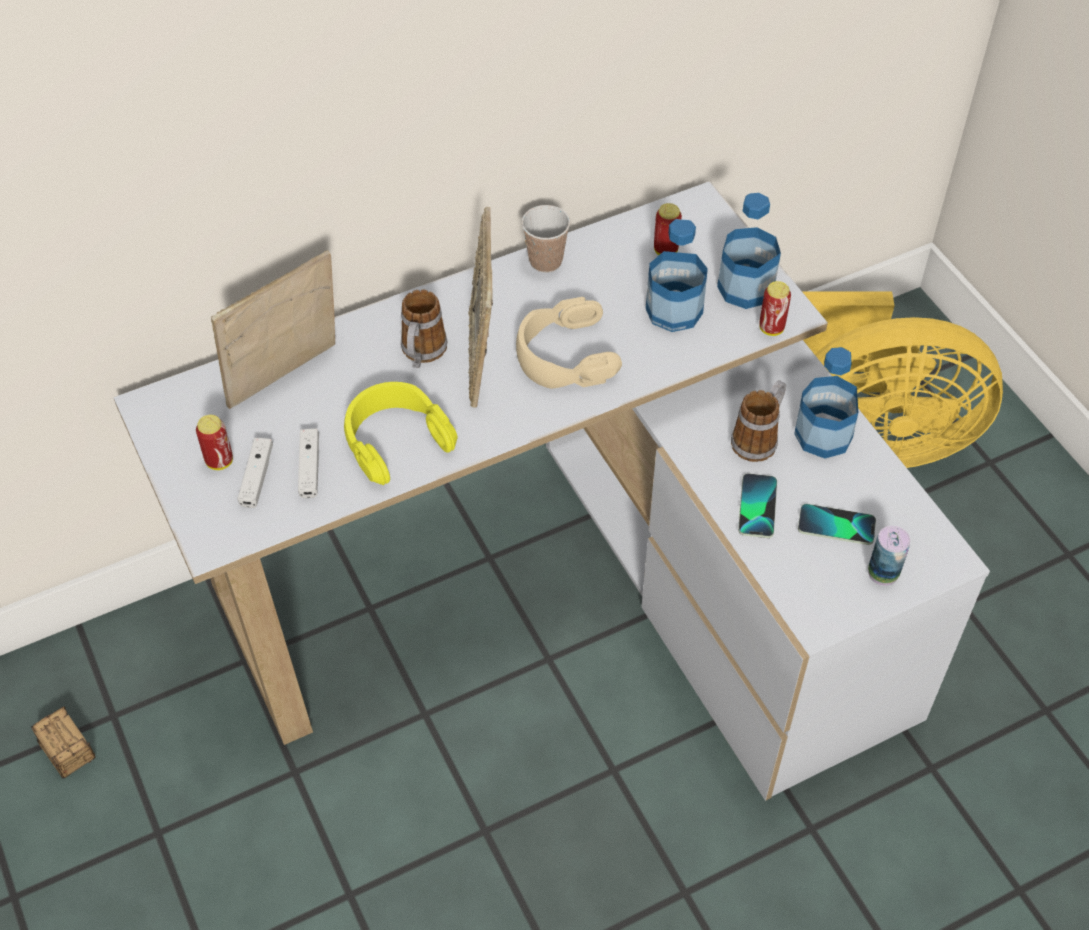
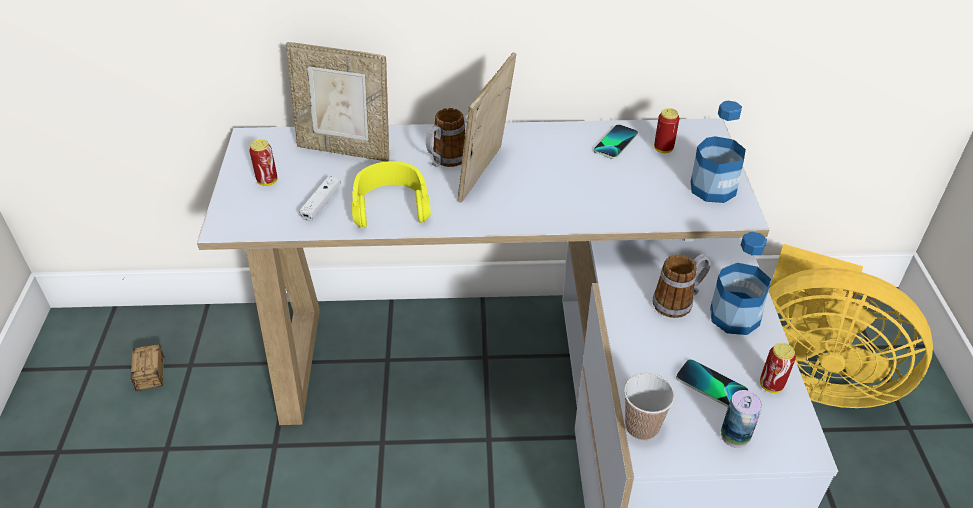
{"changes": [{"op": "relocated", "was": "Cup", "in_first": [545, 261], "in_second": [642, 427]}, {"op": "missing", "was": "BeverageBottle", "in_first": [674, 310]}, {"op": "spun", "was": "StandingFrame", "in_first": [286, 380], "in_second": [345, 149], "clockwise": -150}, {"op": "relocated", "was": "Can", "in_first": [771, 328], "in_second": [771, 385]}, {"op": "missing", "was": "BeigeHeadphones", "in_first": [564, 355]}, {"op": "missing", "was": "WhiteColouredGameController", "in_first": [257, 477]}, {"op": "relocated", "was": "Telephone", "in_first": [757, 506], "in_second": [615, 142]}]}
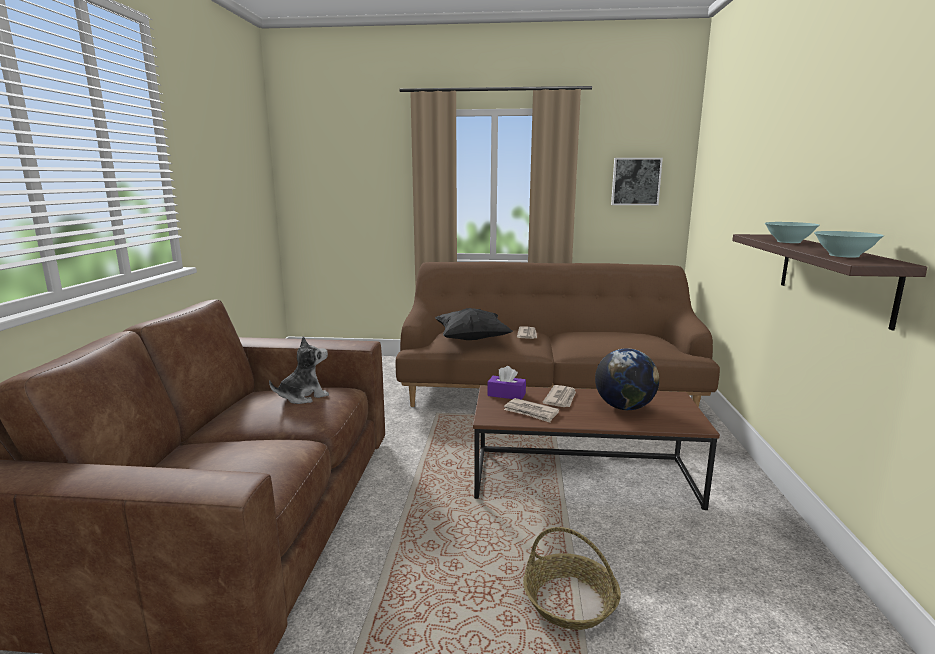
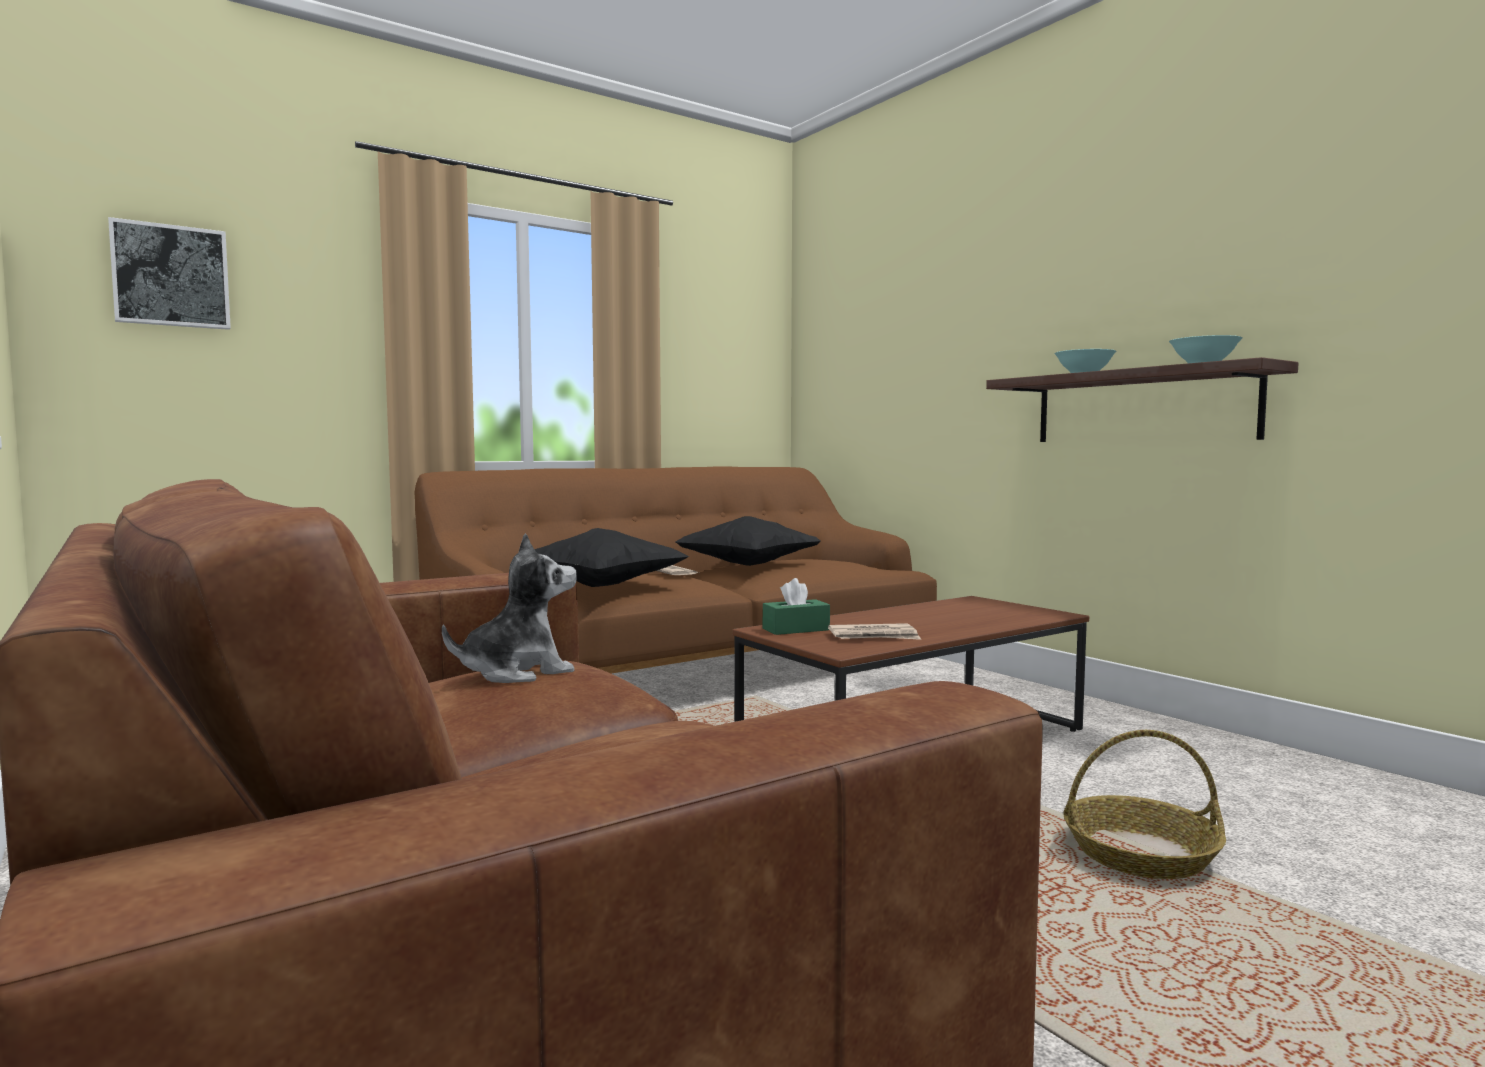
{"changes": [{"op": "relocated", "was": "Picture", "in_first": [635, 181], "in_second": [171, 276]}, {"op": "spun", "was": "SoftToy", "in_first": [303, 396], "in_second": [517, 672], "clockwise": 45}, {"op": "missing", "was": "DeskGlobe", "in_first": [624, 407]}, {"op": "colour", "was": "PurpleColouredTissueBox", "now": "GreenColouredTissueBox", "in_first": [506, 394], "in_second": [796, 629]}, {"op": "missing", "was": "Newspaper", "in_first": [561, 398]}, {"op": "appeared", "now": "BlackishCushion", "in_second": [748, 566]}]}
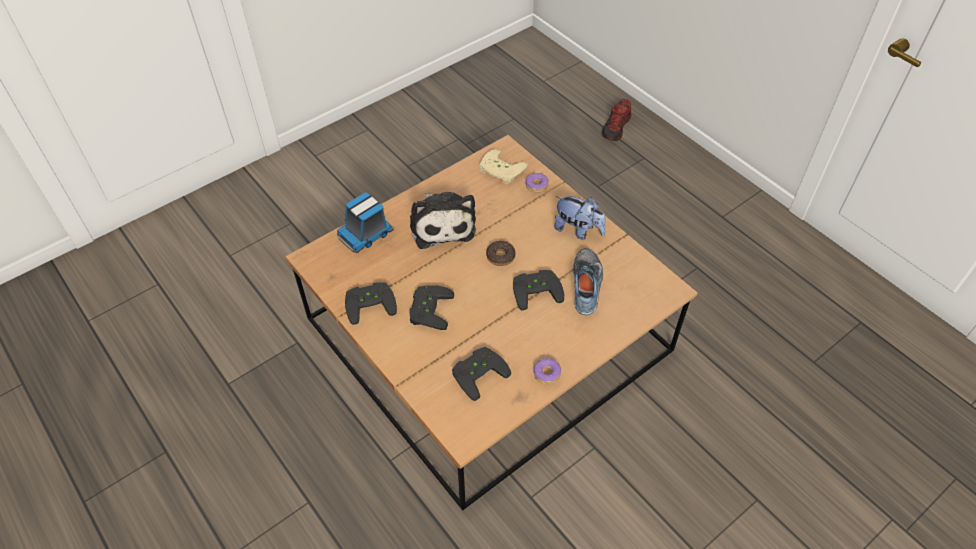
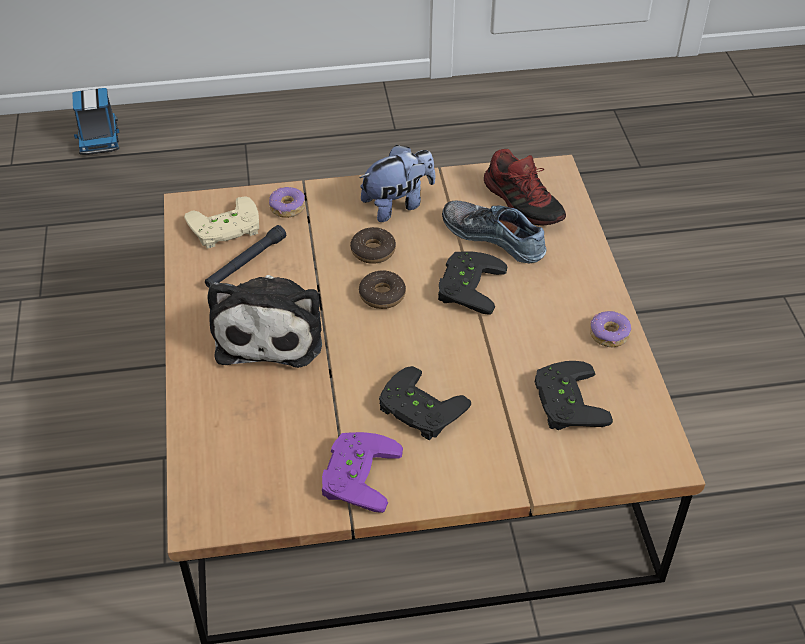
{"changes": [{"op": "relocated", "was": "ItemOfFootwear", "in_first": [616, 127], "in_second": [523, 202]}, {"op": "relocated", "was": "ModelTruck", "in_first": [366, 233], "in_second": [99, 138]}, {"op": "spun", "was": "SoftToy", "in_first": [441, 224], "in_second": [270, 331], "clockwise": 75}, {"op": "colour", "was": "BlackishGameController", "now": "PurpleColouredGameController", "in_first": [370, 302], "in_second": [355, 474]}, {"op": "appeared", "now": "BlackishTorch", "in_second": [246, 263]}, {"op": "appeared", "now": "Donut", "in_second": [373, 251]}]}
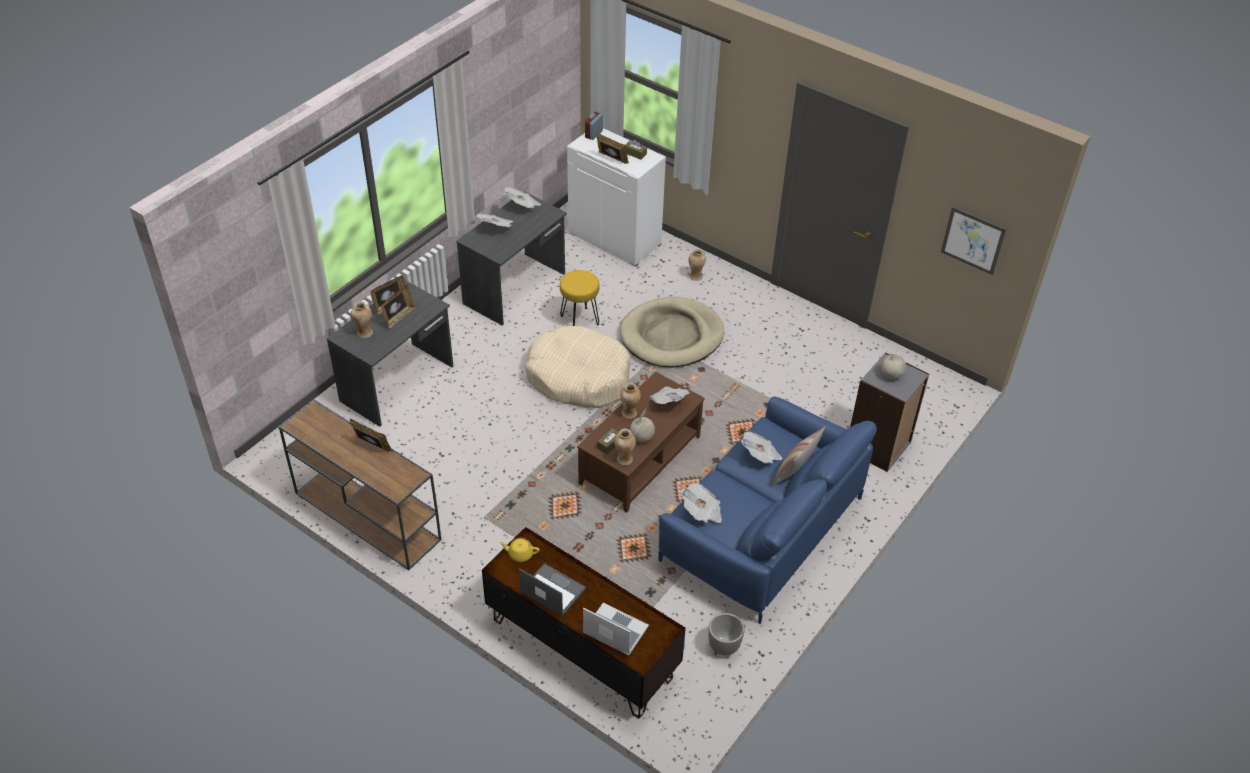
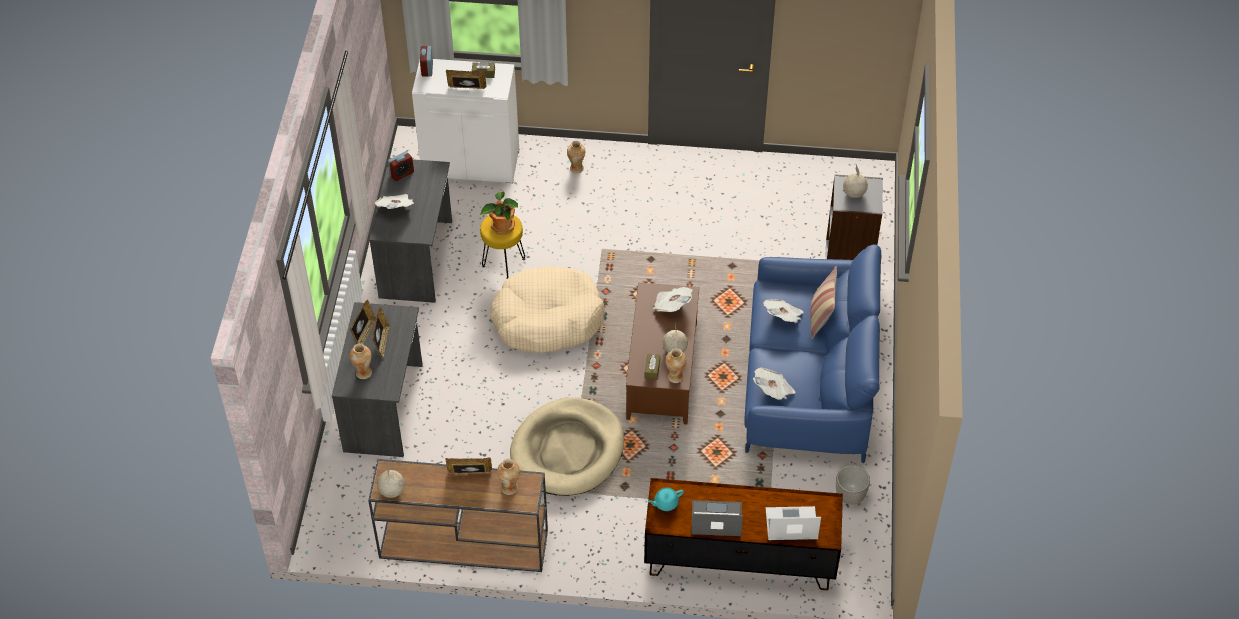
{"changes": [{"op": "exchanged", "was": "Newspaper", "now": "AlarmClock", "in_first": [522, 206], "in_second": [401, 174]}, {"op": "missing", "was": "Picture", "in_first": [973, 240]}, {"op": "relocated", "was": "BeigeDogBed", "in_first": [671, 336], "in_second": [568, 450]}, {"op": "relocated", "was": "DecorativeVase", "in_first": [629, 413], "in_second": [509, 488]}, {"op": "colour", "was": "YellowColouredPotForTea", "now": "TurquoiseColouredPotForTea", "in_first": [520, 554], "in_second": [665, 503]}, {"op": "appeared", "now": "PlantInAPot", "in_second": [502, 226]}, {"op": "appeared", "now": "DeskGlobe", "in_second": [391, 491]}]}
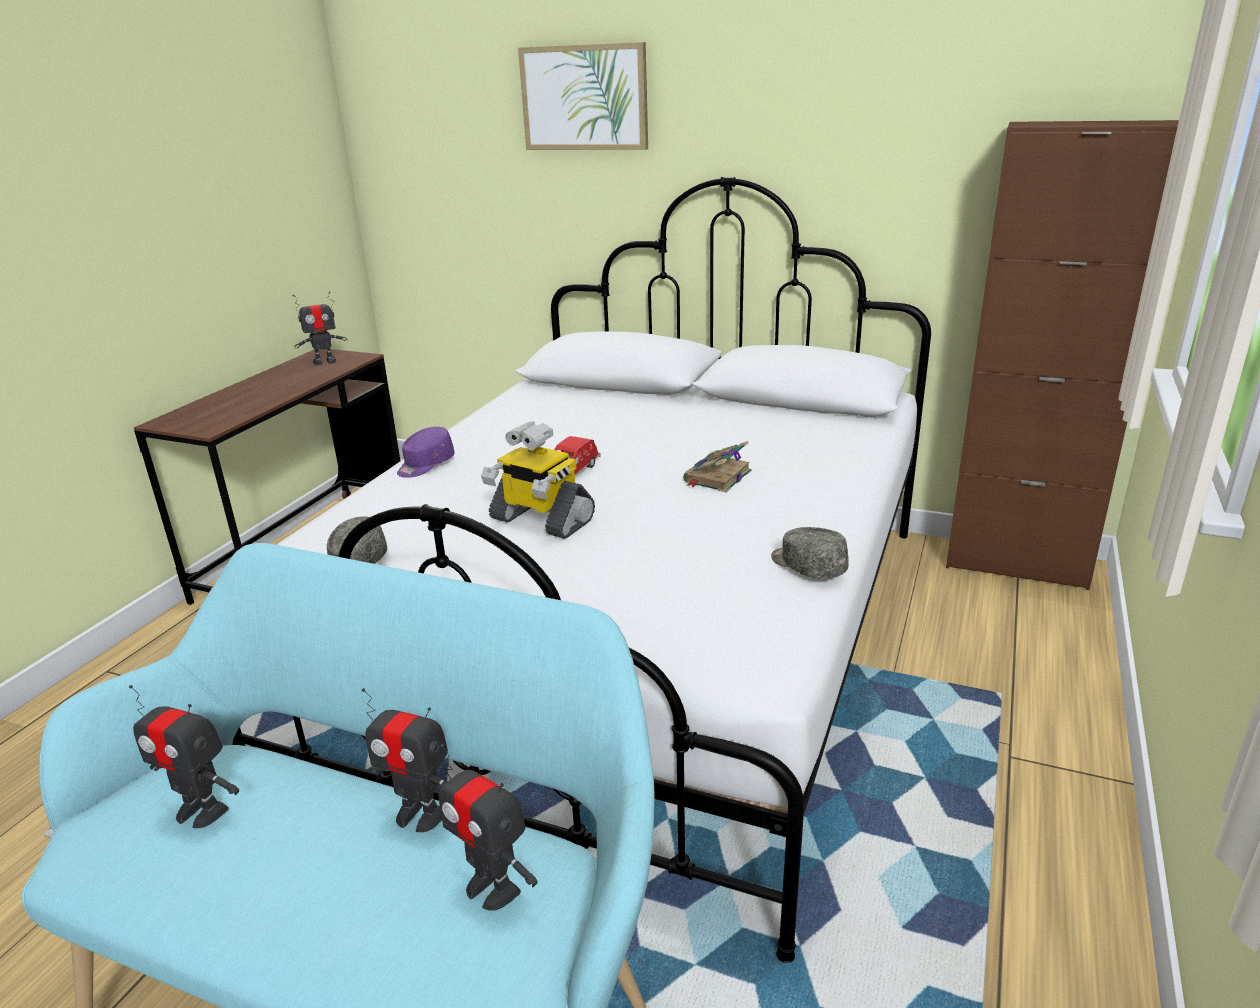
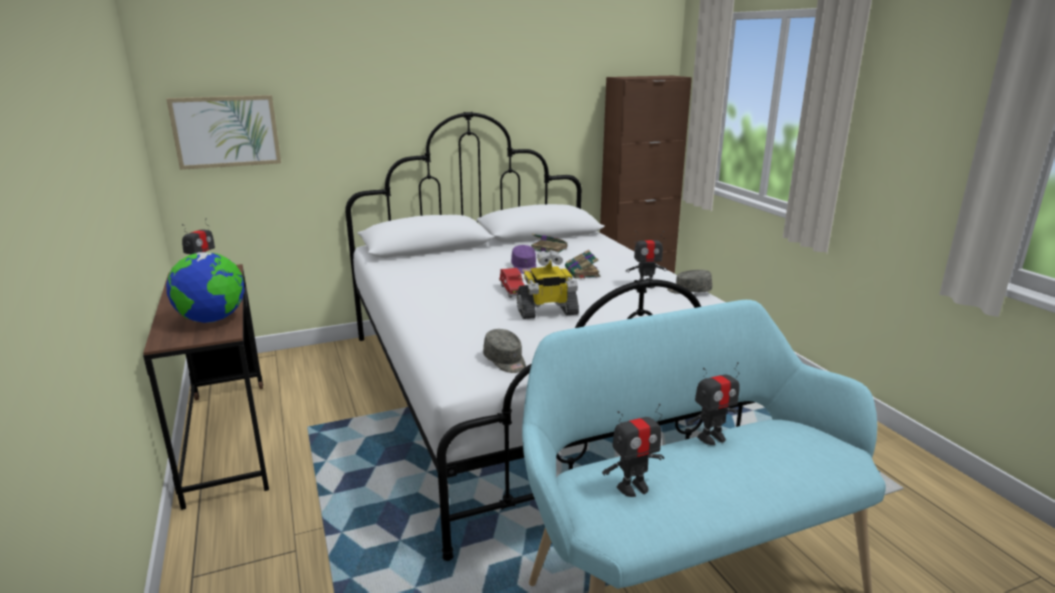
{"changes": [{"op": "relocated", "was": "Picture", "in_first": [584, 98], "in_second": [226, 131]}, {"op": "relocated", "was": "PurpleColouredPeakedCap", "in_first": [425, 465], "in_second": [524, 267]}, {"op": "relocated", "was": "ModelRobot", "in_first": [493, 888], "in_second": [645, 285]}, {"op": "appeared", "now": "Book", "in_second": [548, 248]}, {"op": "appeared", "now": "DeskGlobe", "in_second": [212, 320]}]}
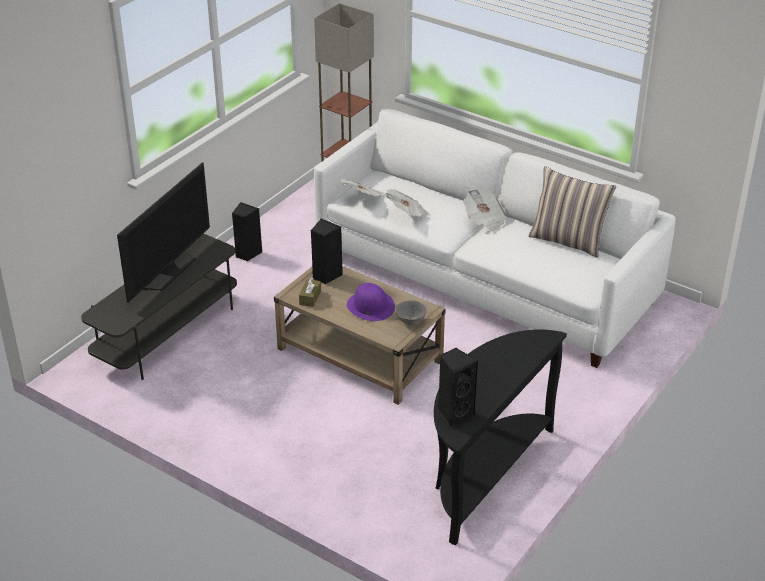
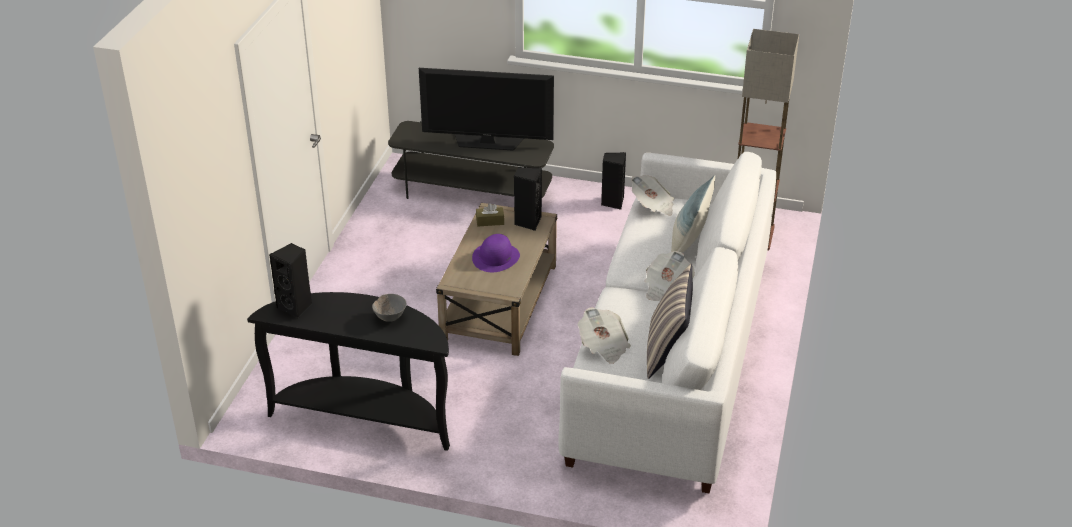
{"changes": [{"op": "relocated", "was": "Newspaper", "in_first": [407, 214], "in_second": [603, 346]}, {"op": "relocated", "was": "GreyishDeepDish", "in_first": [410, 321], "in_second": [390, 317]}, {"op": "appeared", "now": "Cushion", "in_second": [689, 242]}]}
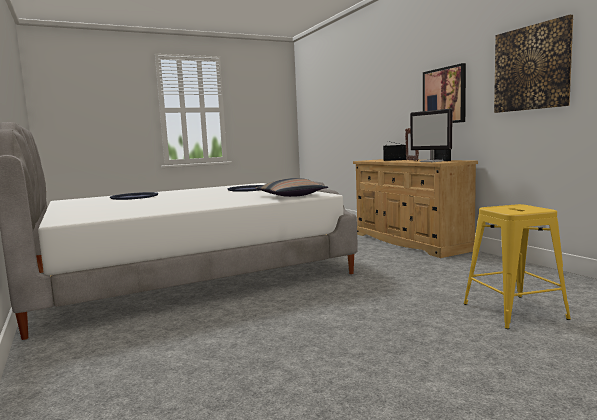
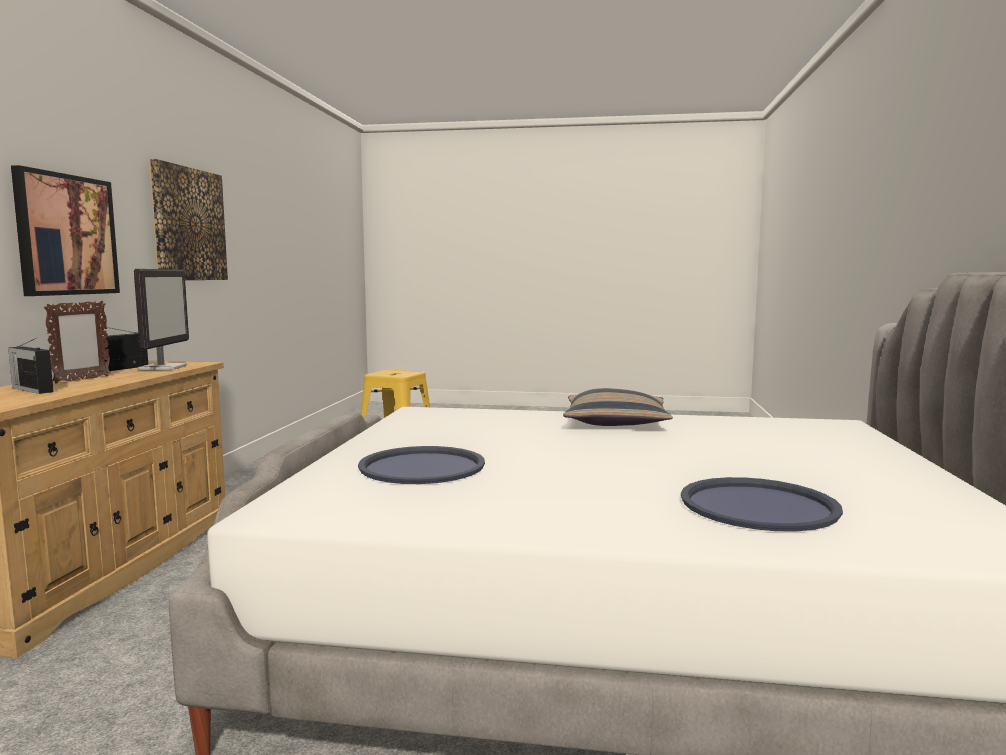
{"changes": [{"op": "relocated", "was": "Cushion", "in_first": [291, 196], "in_second": [615, 422]}]}
